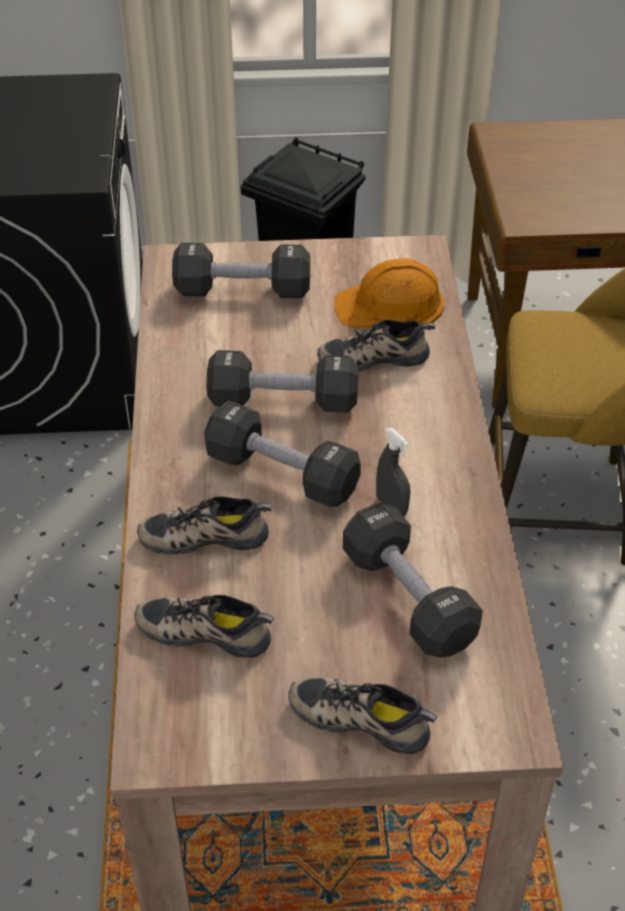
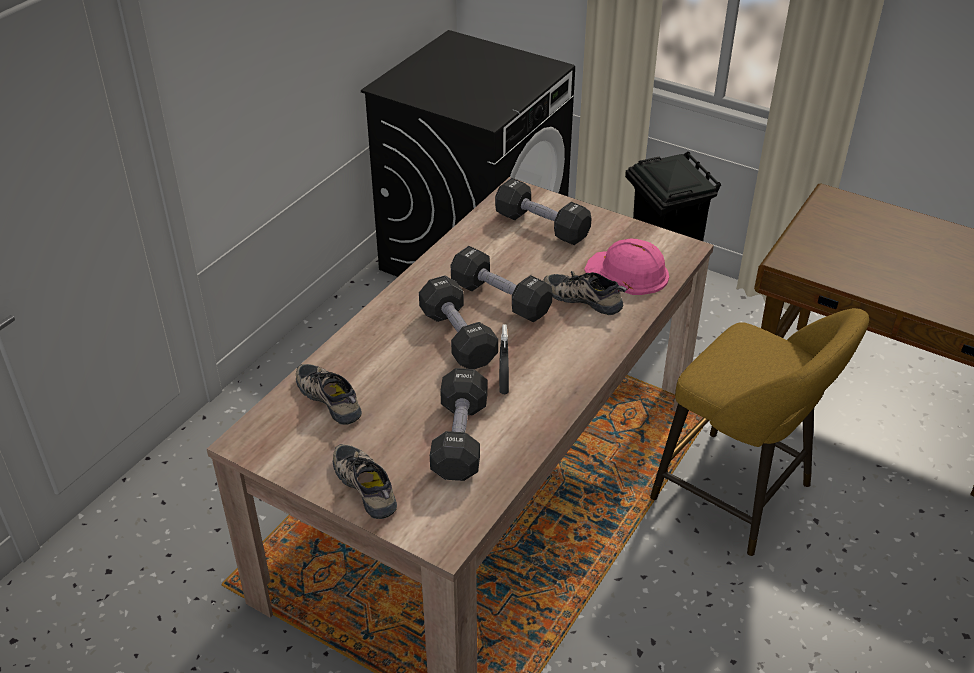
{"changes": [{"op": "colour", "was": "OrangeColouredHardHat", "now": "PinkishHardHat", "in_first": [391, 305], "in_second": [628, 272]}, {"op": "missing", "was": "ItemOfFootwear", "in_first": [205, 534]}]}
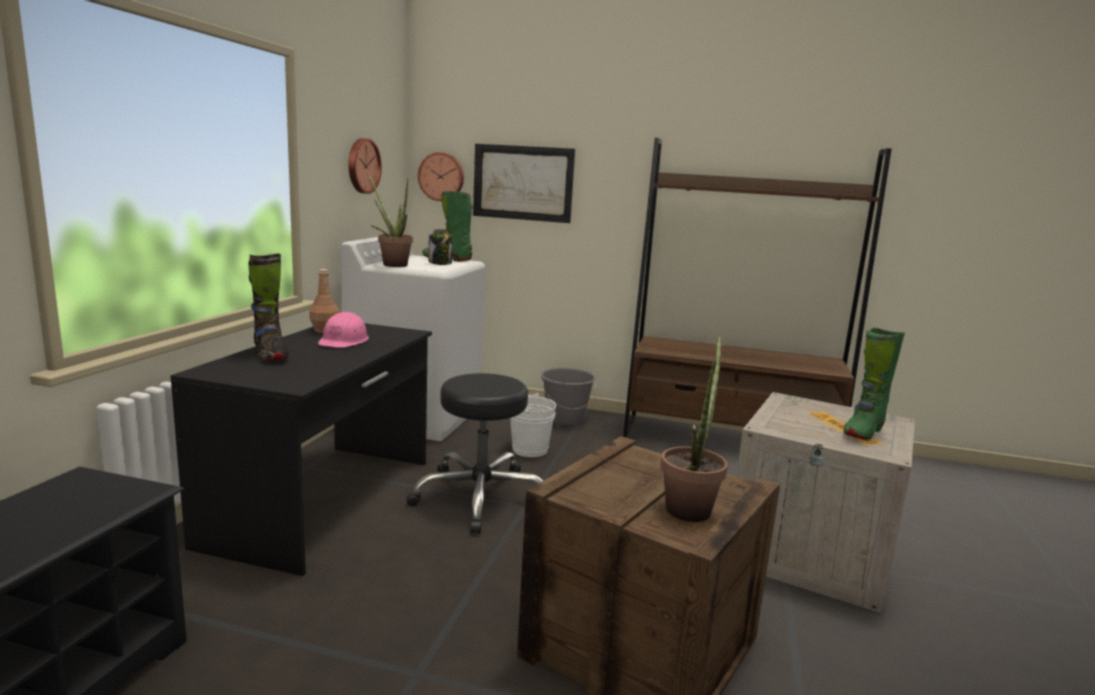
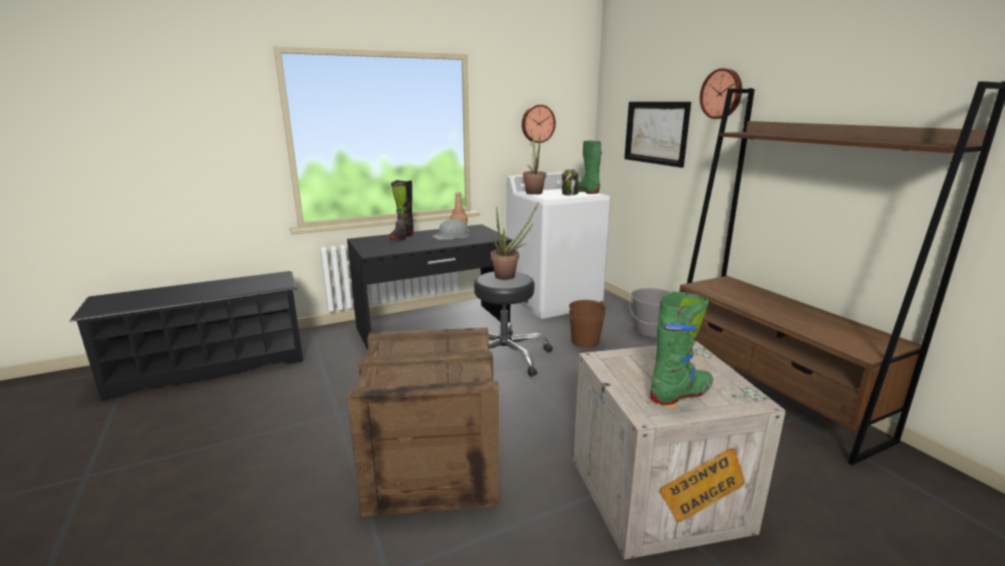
{"changes": [{"op": "relocated", "was": "HangingClock", "in_first": [442, 176], "in_second": [722, 94]}, {"op": "colour", "was": "PinkishHardHat", "now": "GreyishHardHat", "in_first": [344, 341], "in_second": [452, 236]}, {"op": "spun", "was": "GreenColouredHighTopBoot", "in_first": [863, 432], "in_second": [681, 394], "clockwise": 150}, {"op": "relocated", "was": "PlantInAPot", "in_first": [690, 506], "in_second": [509, 276]}, {"op": "colour", "was": "WhiteColouredWaterBucket", "now": "BrownWaterBucket", "in_first": [530, 449], "in_second": [585, 341]}]}
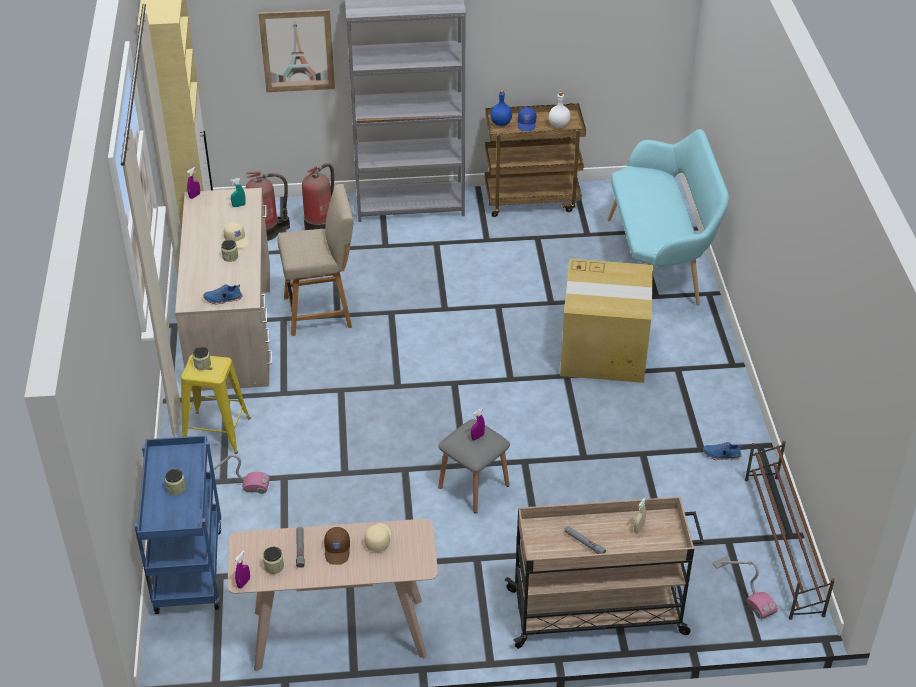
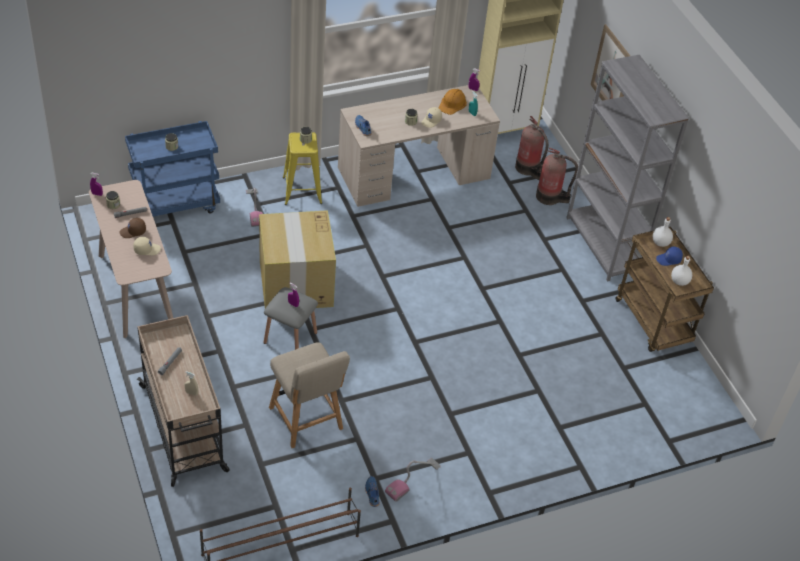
{"changes": [{"op": "colour", "was": "BluishBeverageBottle", "now": "WhiteColouredBeverageBottle", "in_first": [501, 123], "in_second": [661, 243]}, {"op": "missing", "was": "TurquoiseColouredBench", "in_first": [659, 263]}, {"op": "relocated", "was": "BeigeChair", "in_first": [322, 311], "in_second": [307, 421]}, {"op": "relocated", "was": "Carton", "in_first": [605, 351], "in_second": [296, 284]}, {"op": "relocated", "was": "VacuumCleaner", "in_first": [743, 589], "in_second": [413, 480]}, {"op": "appeared", "now": "OrangeColouredHardHat", "in_second": [452, 104]}]}
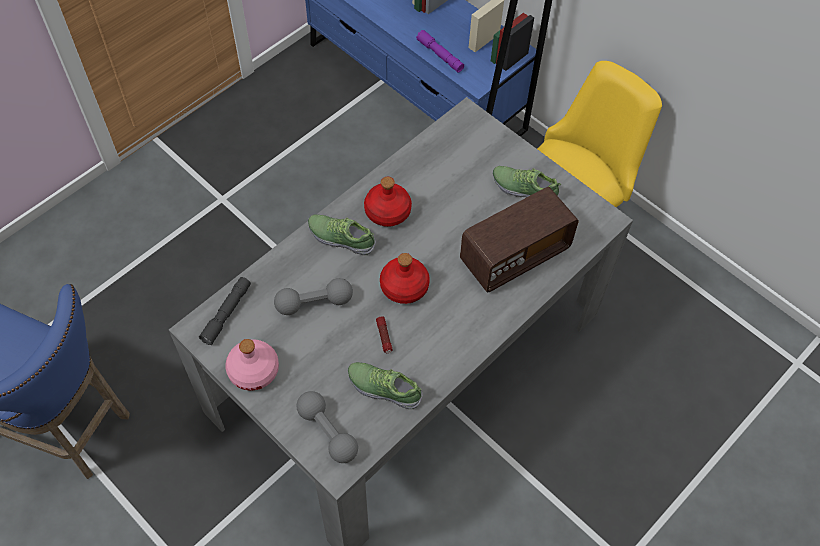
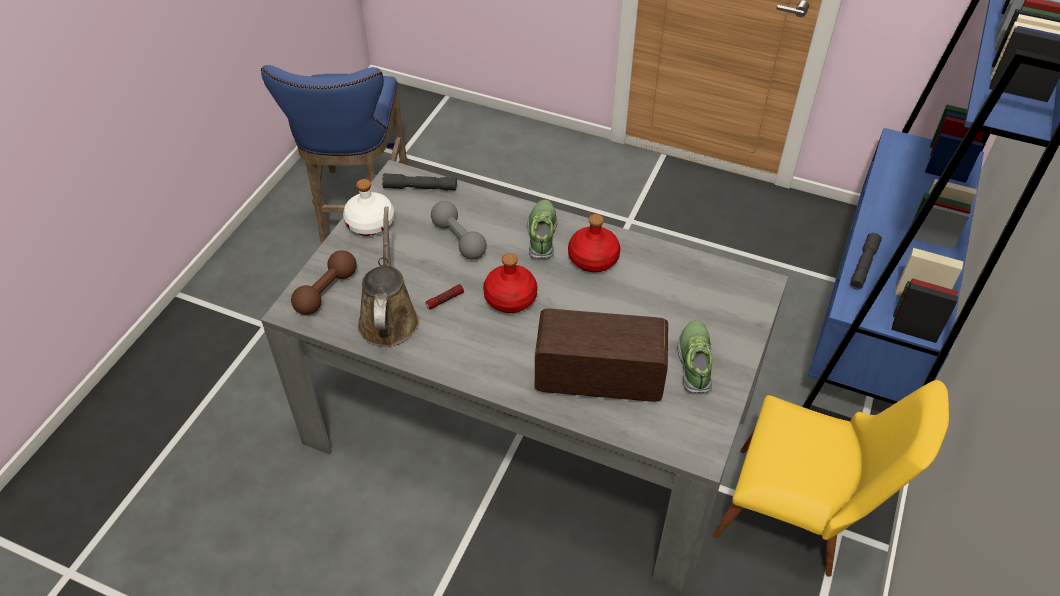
{"changes": [{"op": "colour", "was": "PurpleColouredTorch", "now": "GreyishTorch", "in_first": [440, 55], "in_second": [863, 265]}, {"op": "spun", "was": "RadioSet", "in_first": [514, 255], "in_second": [598, 377], "clockwise": 150}, {"op": "colour", "was": "PinkishBeverageBottle", "now": "WhiteColouredBeverageBottle", "in_first": [254, 370], "in_second": [371, 223]}, {"op": "exchanged", "was": "ItemOfFootwear", "now": "BrownWateringPot", "in_first": [384, 387], "in_second": [389, 317]}, {"op": "colour", "was": "GreyishHandWeight", "now": "BrownHandWeight", "in_first": [327, 432], "in_second": [326, 291]}]}
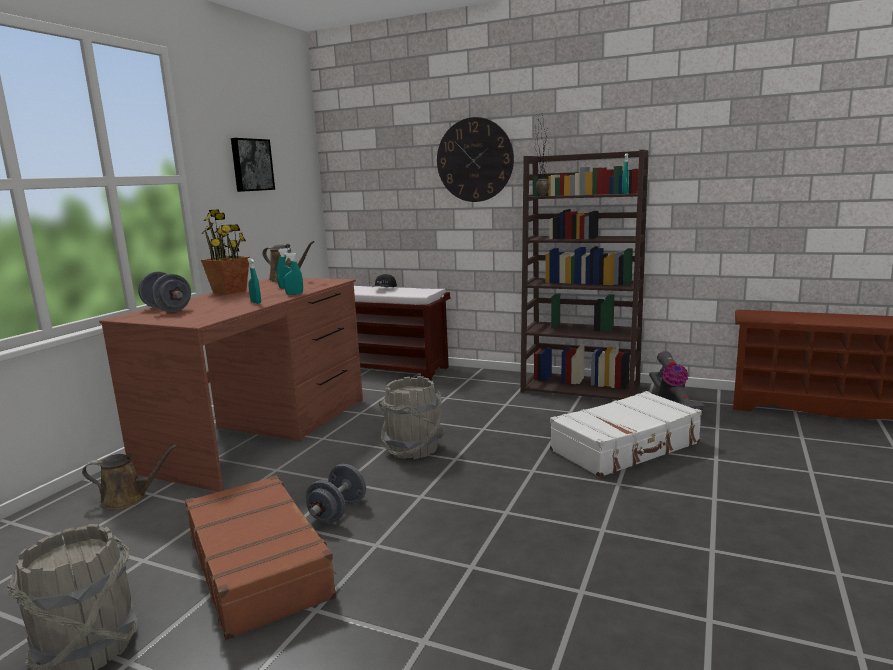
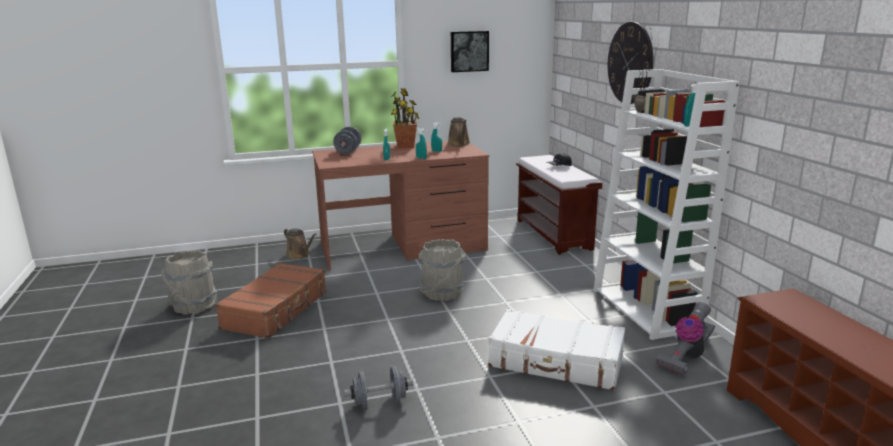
{"changes": [{"op": "colour", "was": "BrownShelvingUnit", "now": "WhiteColouredShelvingUnit", "in_first": [581, 388], "in_second": [647, 309]}, {"op": "relocated", "was": "GreyishHandWeight", "in_first": [338, 512], "in_second": [380, 403]}]}
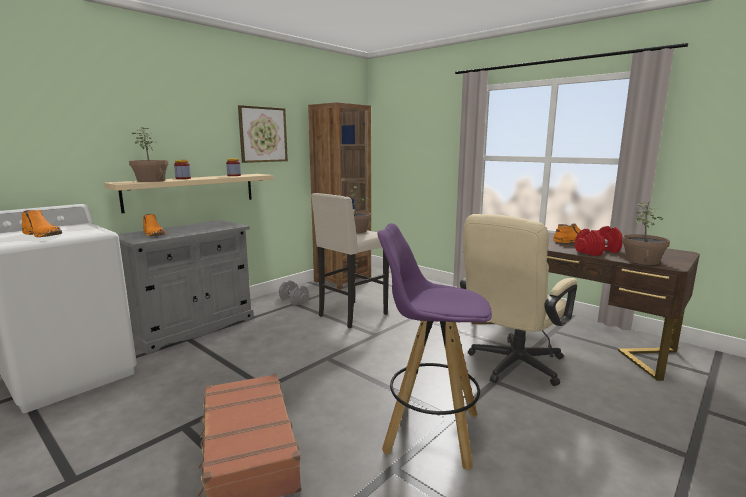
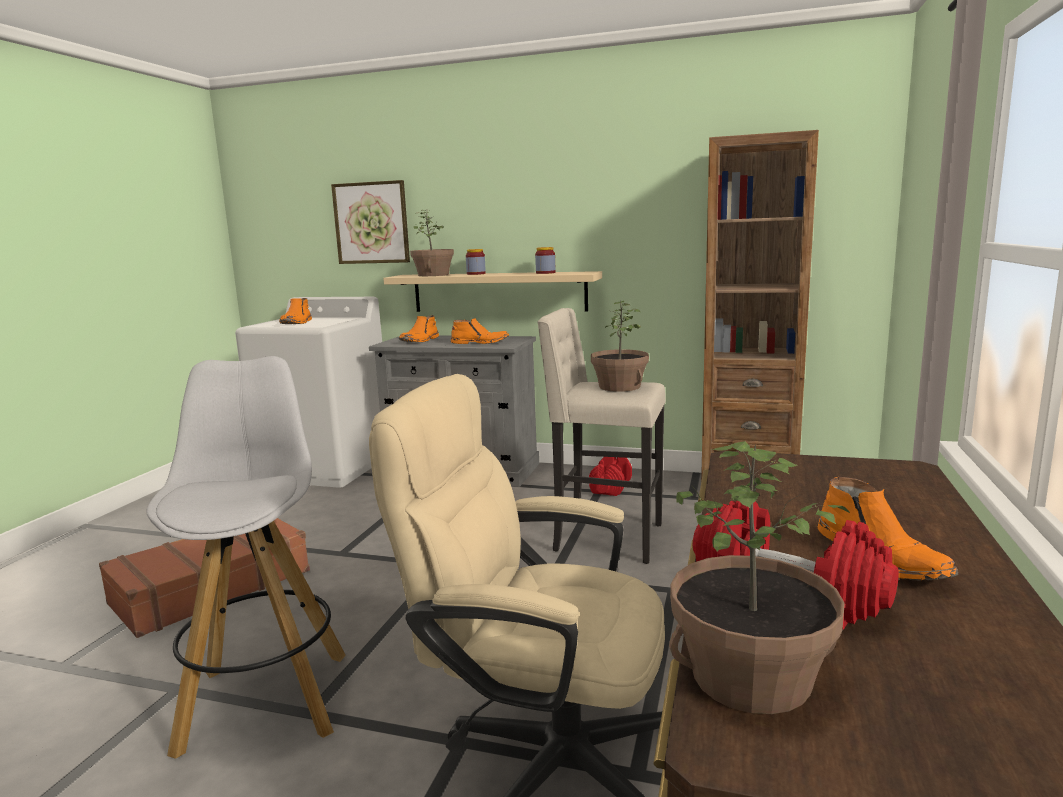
{"changes": [{"op": "relocated", "was": "Picture", "in_first": [263, 134], "in_second": [371, 223]}, {"op": "colour", "was": "PurpleColouredSittingStool", "now": "WhiteColouredSittingStool", "in_first": [429, 432], "in_second": [266, 699]}, {"op": "colour", "was": "GreyishHandWeight", "now": "RedColouredHandWeight", "in_first": [294, 300], "in_second": [611, 487]}, {"op": "appeared", "now": "OrangeColouredHighTopBoot", "in_second": [480, 342]}]}
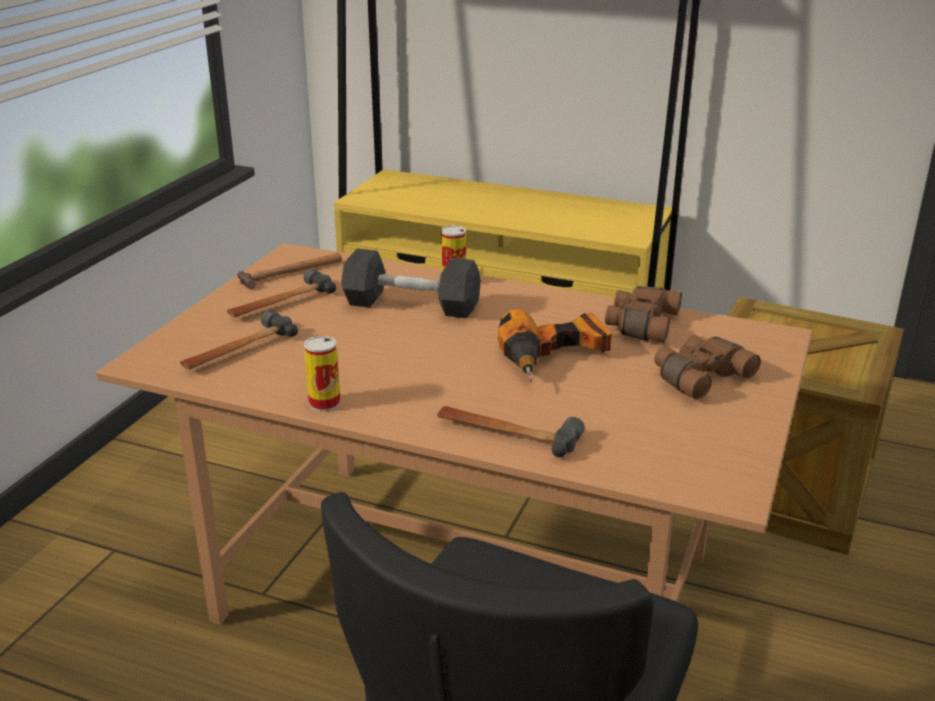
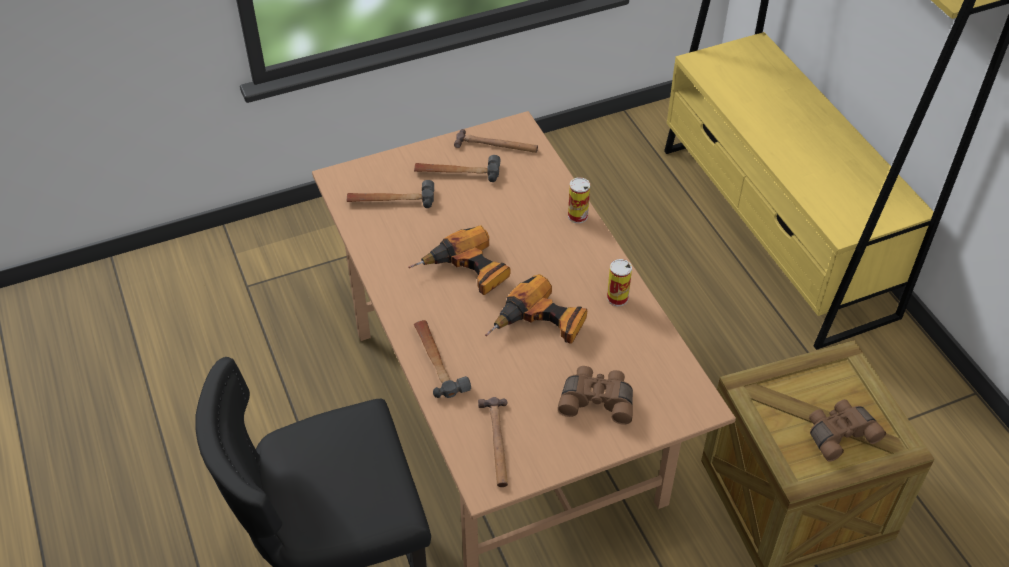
{"changes": [{"op": "missing", "was": "BlackishHandWeight", "in_first": [411, 305]}, {"op": "relocated", "was": "BrownPairOfBinoculars", "in_first": [640, 325], "in_second": [839, 434]}, {"op": "relocated", "was": "Can", "in_first": [324, 403], "in_second": [617, 298]}, {"op": "appeared", "now": "PowerDrill", "in_second": [466, 272]}, {"op": "appeared", "now": "Hammer", "in_second": [496, 443]}]}
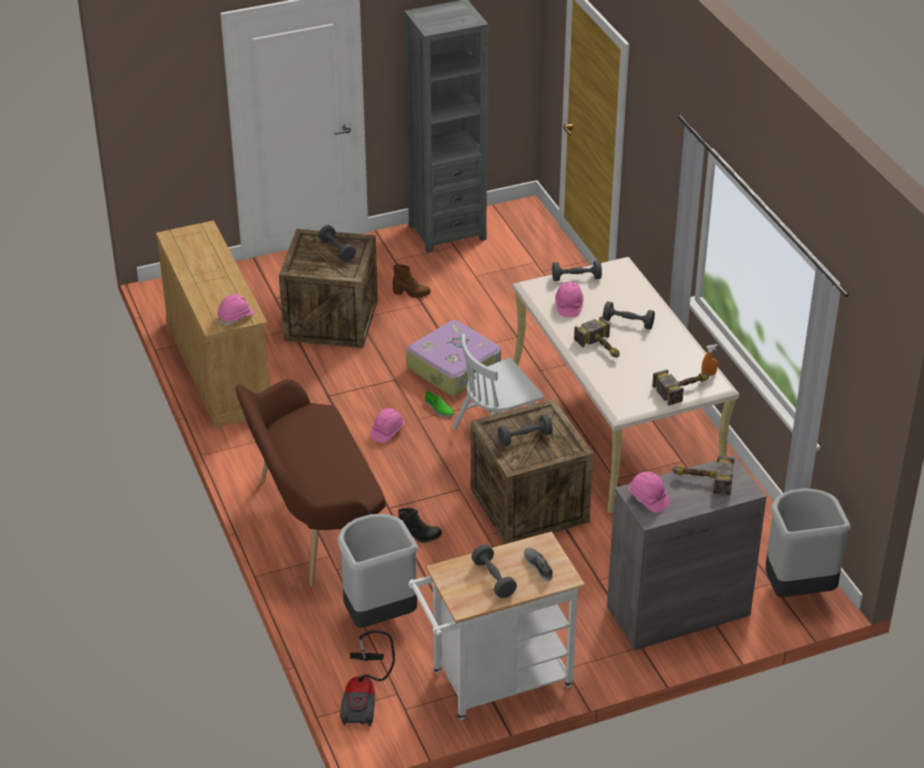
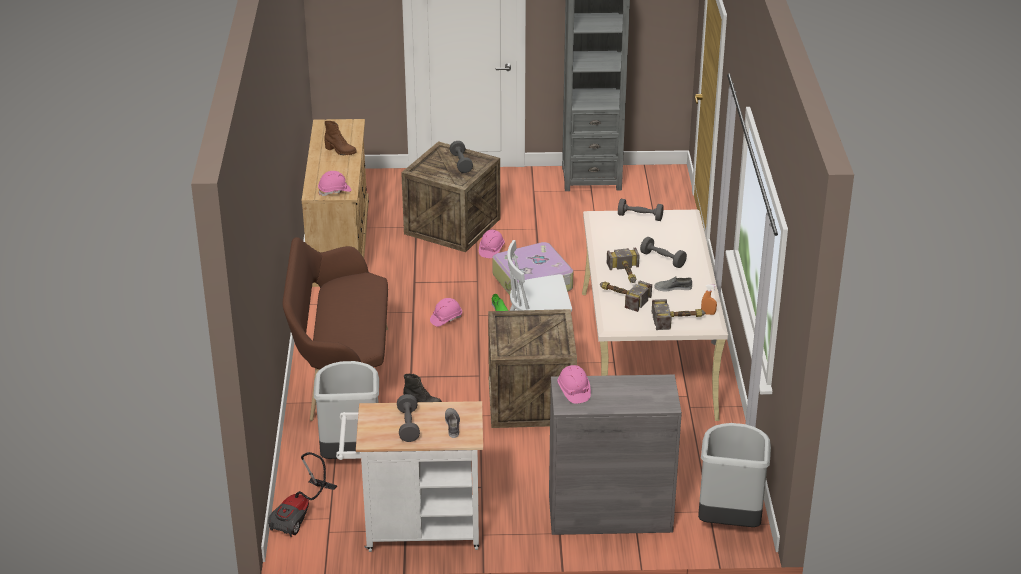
{"changes": [{"op": "relocated", "was": "BrownHighTopBoot", "in_first": [411, 293], "in_second": [340, 151]}, {"op": "relocated", "was": "PinkishHardHat", "in_first": [568, 306], "in_second": [491, 250]}, {"op": "missing", "was": "GreyishHandWeight", "in_first": [525, 437]}, {"op": "relocated", "was": "Hammer", "in_first": [701, 479], "in_second": [622, 297]}, {"op": "appeared", "now": "GreyishItemOfFootwear", "in_second": [673, 288]}]}
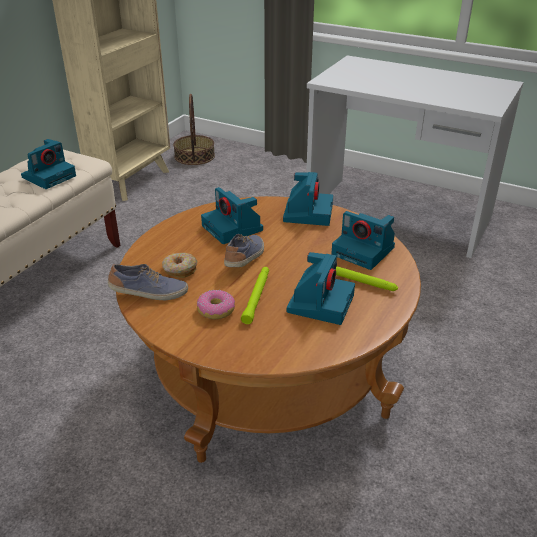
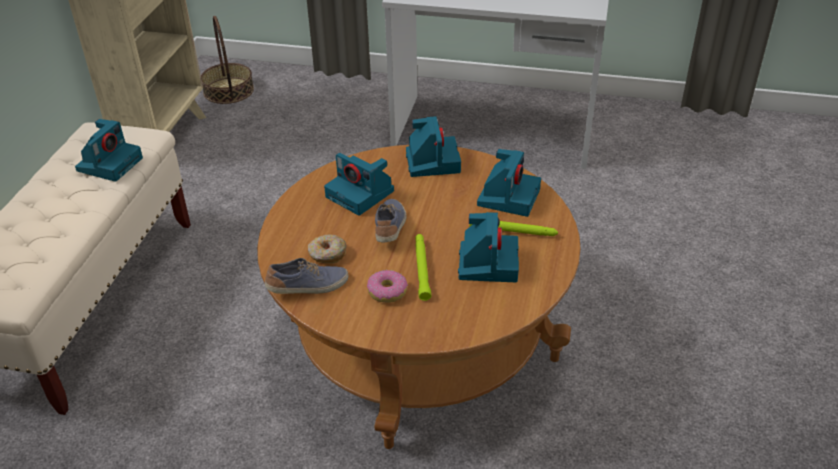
{"changes": [{"op": "spun", "was": "PhotoCamera", "in_first": [364, 251], "in_second": [508, 196], "clockwise": -90}]}
